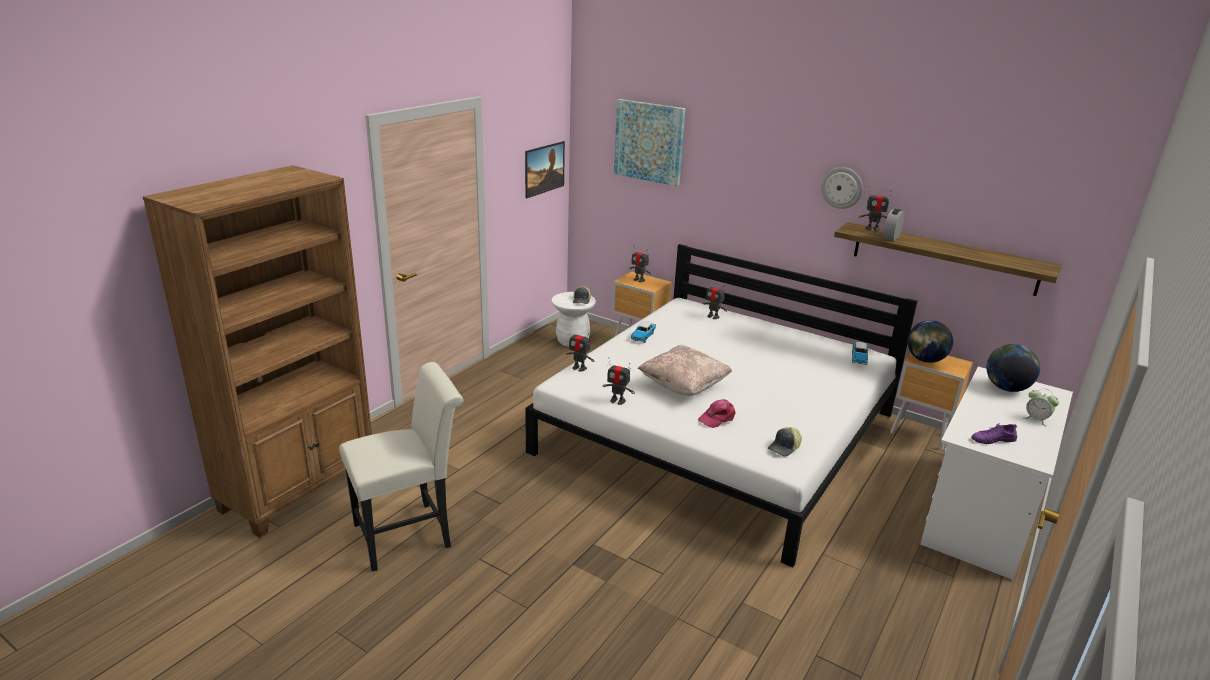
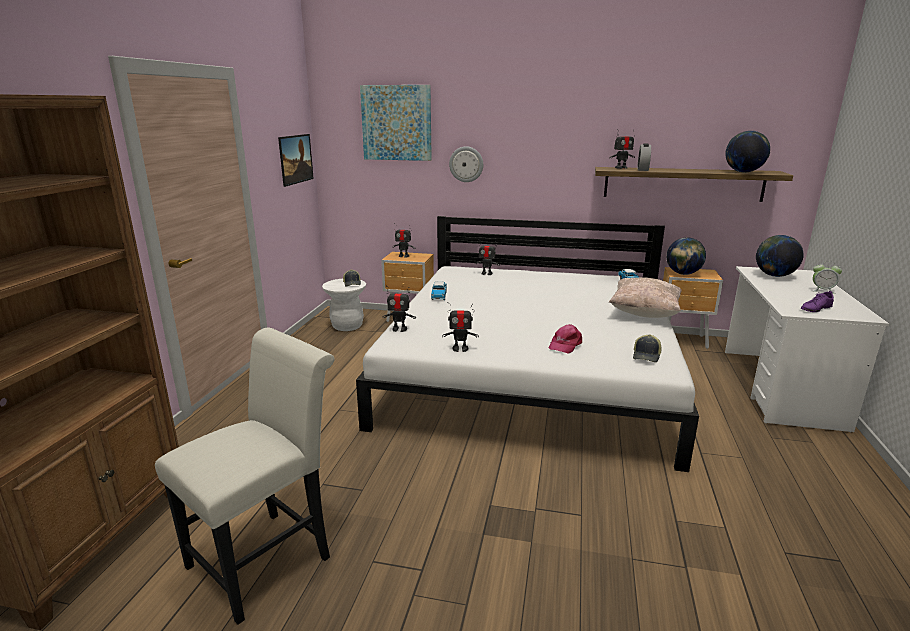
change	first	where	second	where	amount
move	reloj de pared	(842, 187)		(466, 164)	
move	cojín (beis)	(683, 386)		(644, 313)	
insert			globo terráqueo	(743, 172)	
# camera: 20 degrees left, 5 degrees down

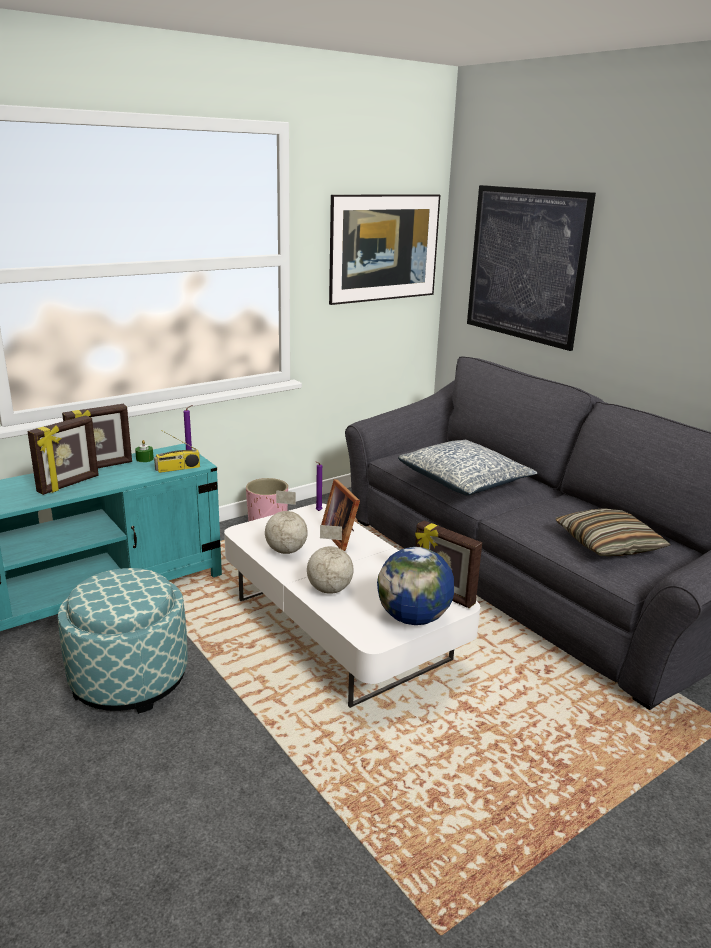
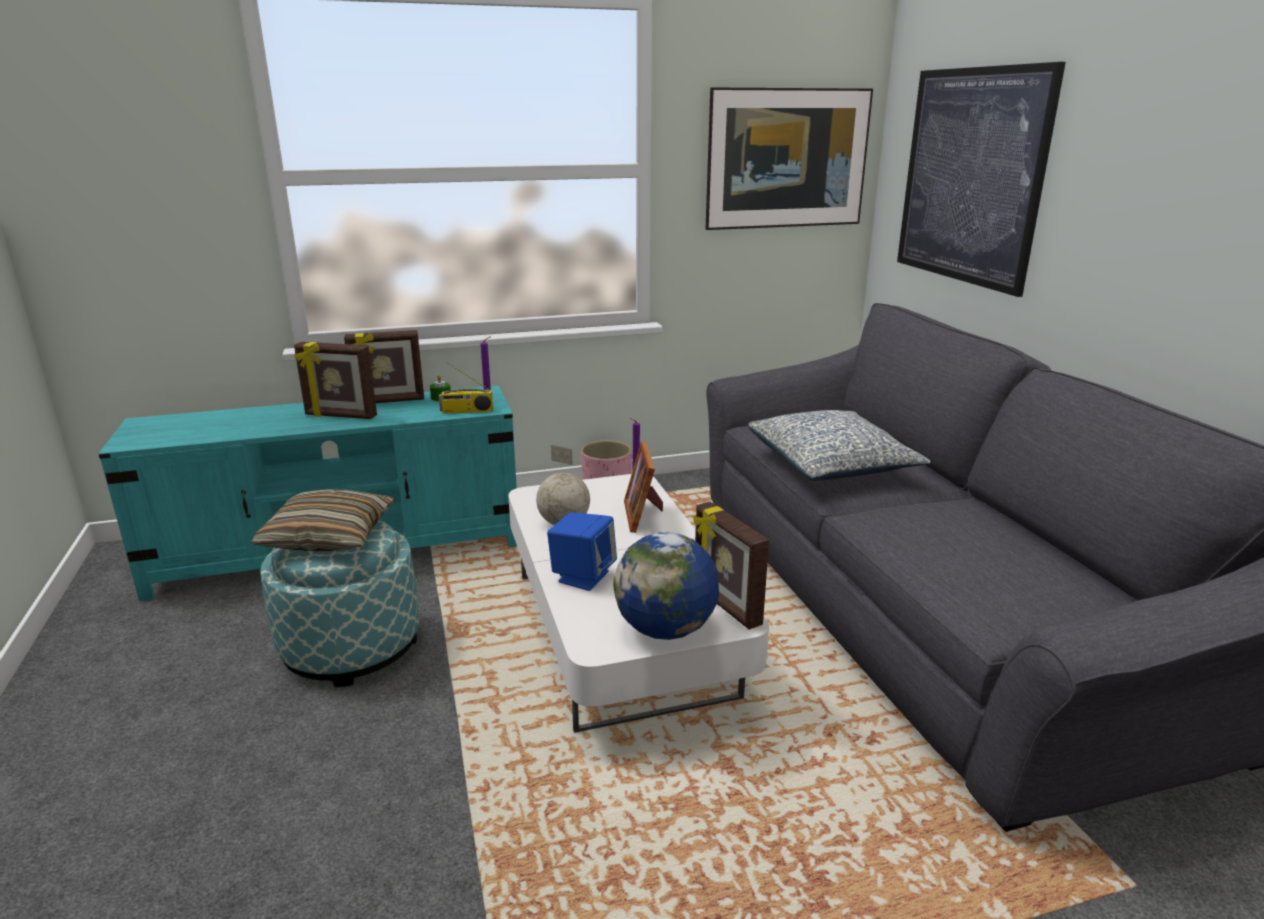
change	first	where	second	where	amount
rotate	portarretratos	(69, 484)		(340, 416)	45 degrees clockwise
move	cojín	(608, 544)		(329, 536)	
replace	globo terráqueo	(329, 589)	altavoz (azul)	(583, 576)	
# camera: 20 degrees right, 0 degrees up

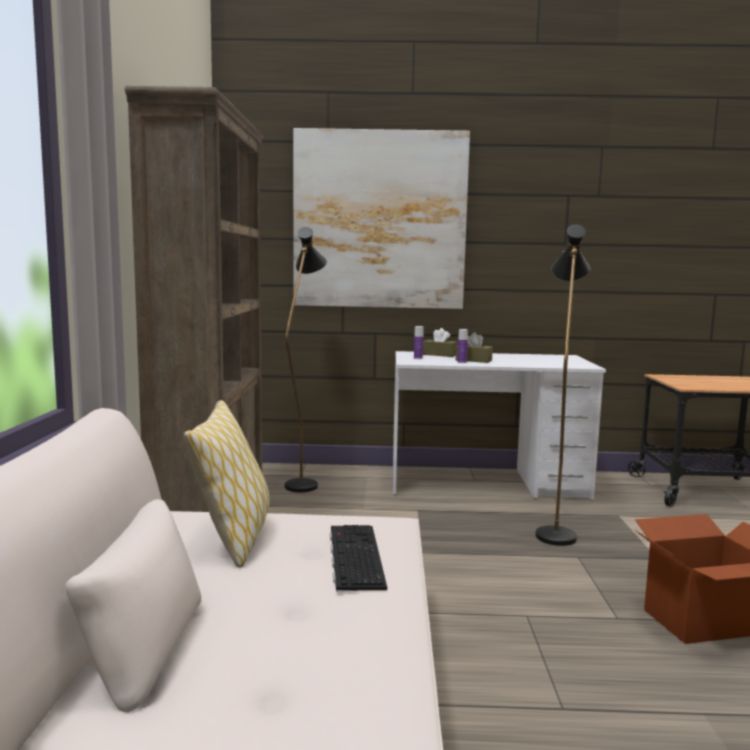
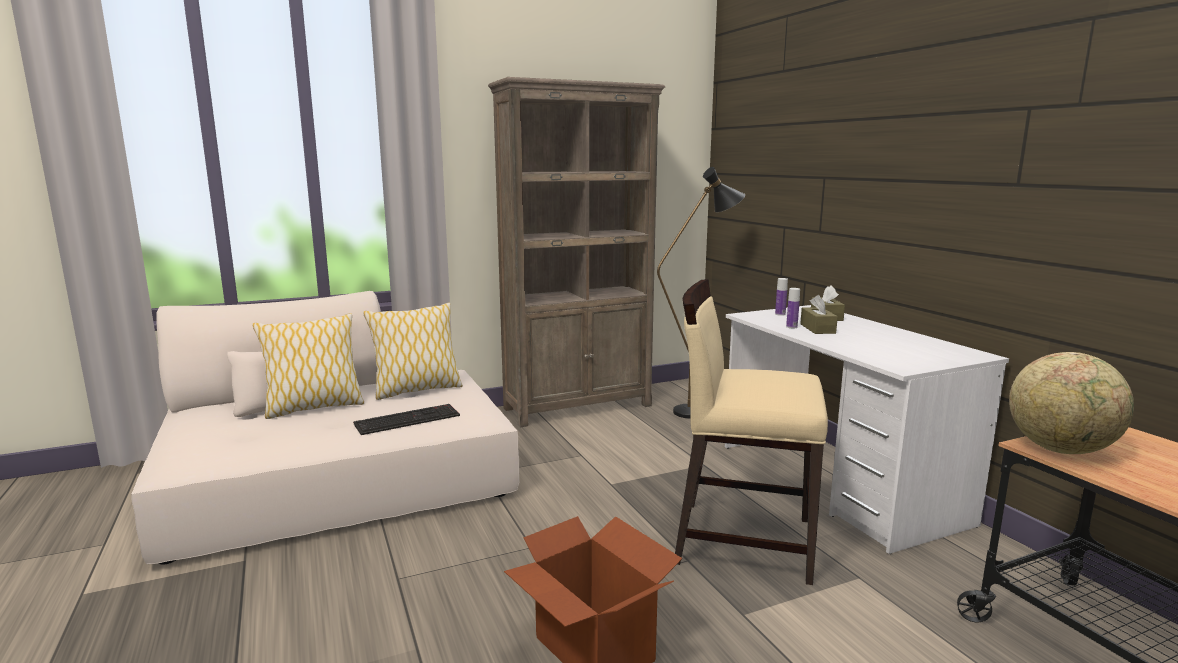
change	first	where	second	where	amount
delete	cuadro	(379, 220)			
replace	lámpara de pie (negro)	(554, 531)	silla (beis)	(742, 539)	
insert			cojín	(314, 408)	
insert			globo terráqueo	(1061, 449)	
# camera: 65 degrees right, 5 degrees up

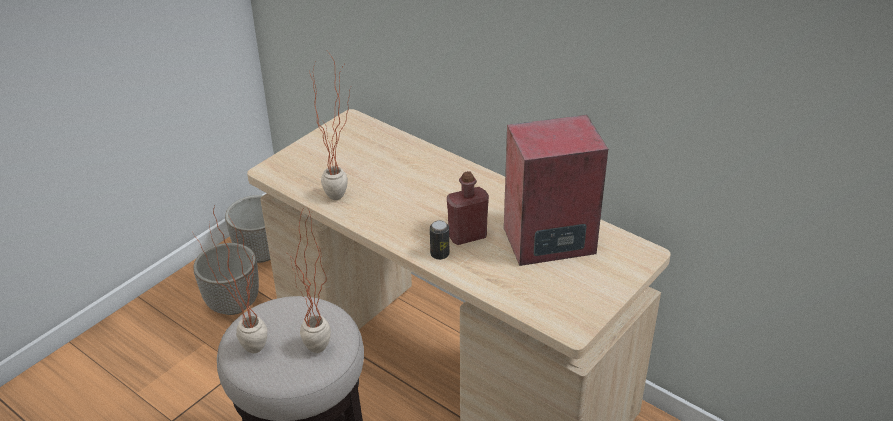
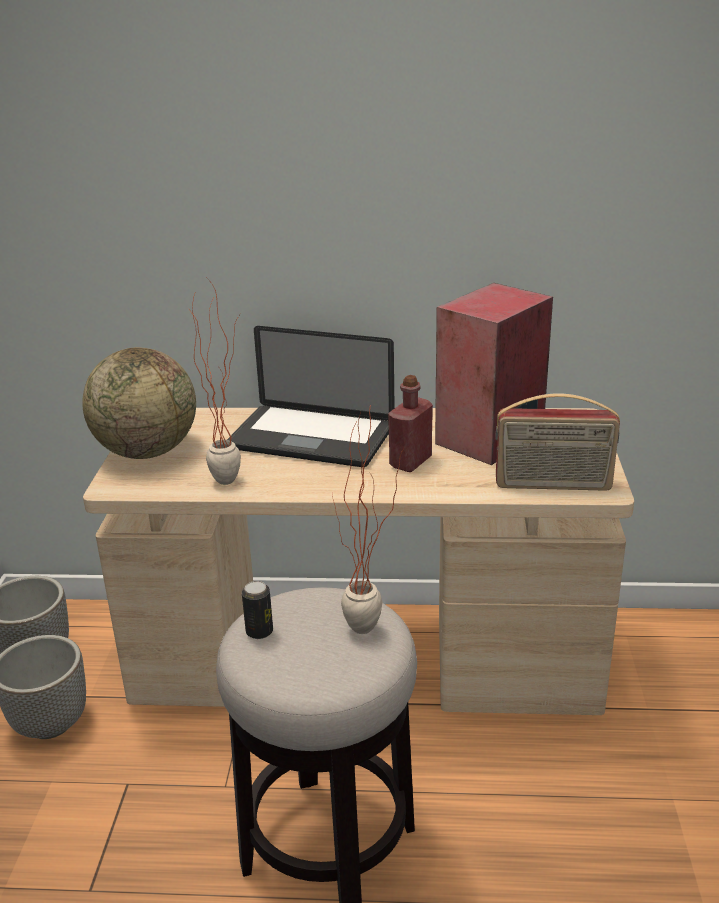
change	first	where	second	where	amount
delete	planta en maceta	(245, 348)			
move	lata	(439, 254)		(259, 631)	
insert			portátil	(311, 438)	
insert			globo terráqueo	(147, 451)	
insert			radio	(553, 485)	
# camera: 35 degrees left, 10 degrees down

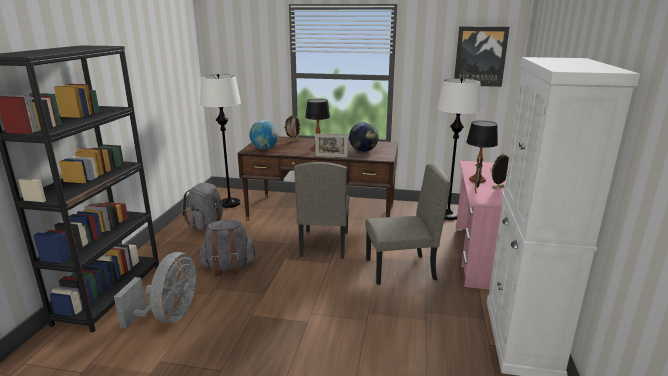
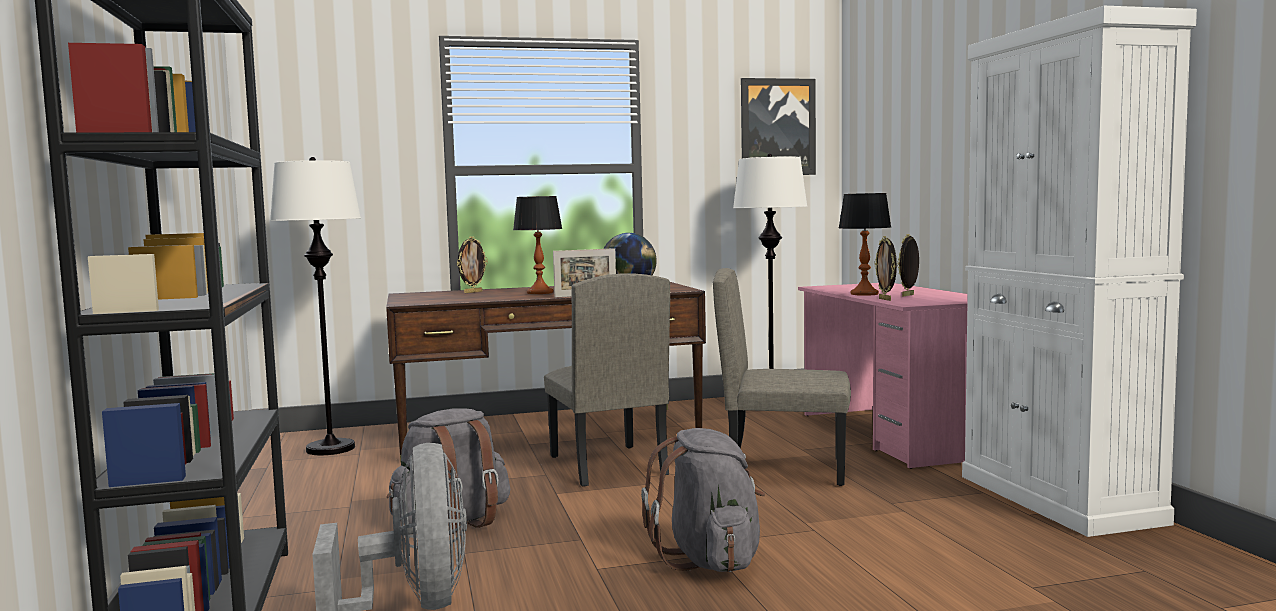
change	first	where	second	where	amount
delete	globo terráqueo	(264, 148)			
rotate	silla (beis)	(400, 270)		(784, 469)	135 degrees counterclockwise
move	mochila (gris)	(206, 225)		(710, 560)	
# camera: 25 degrees left, 15 degrees down

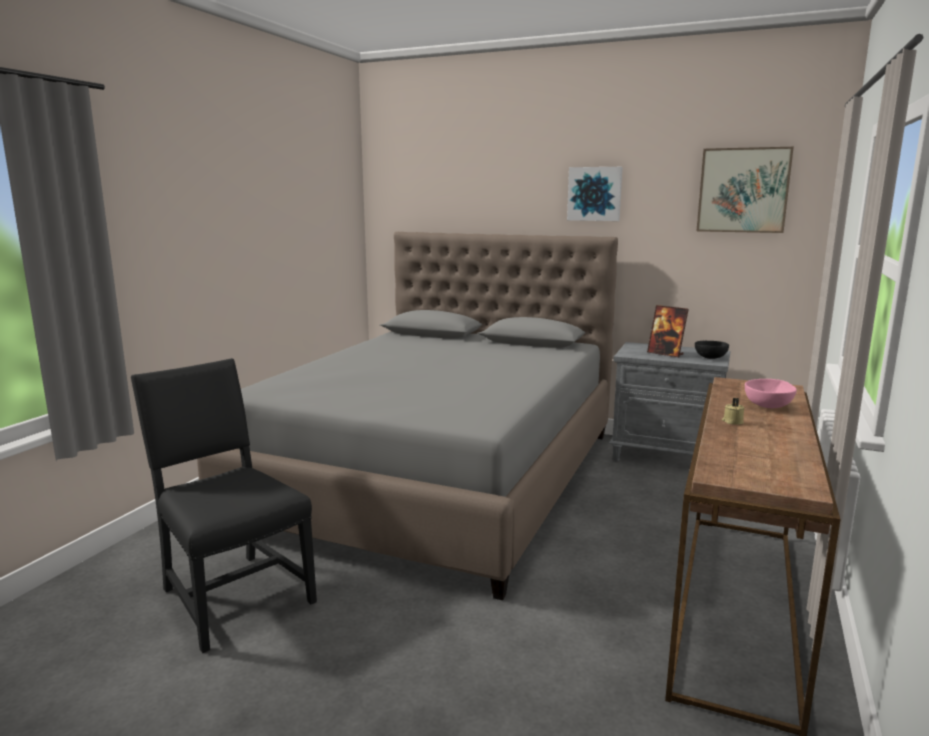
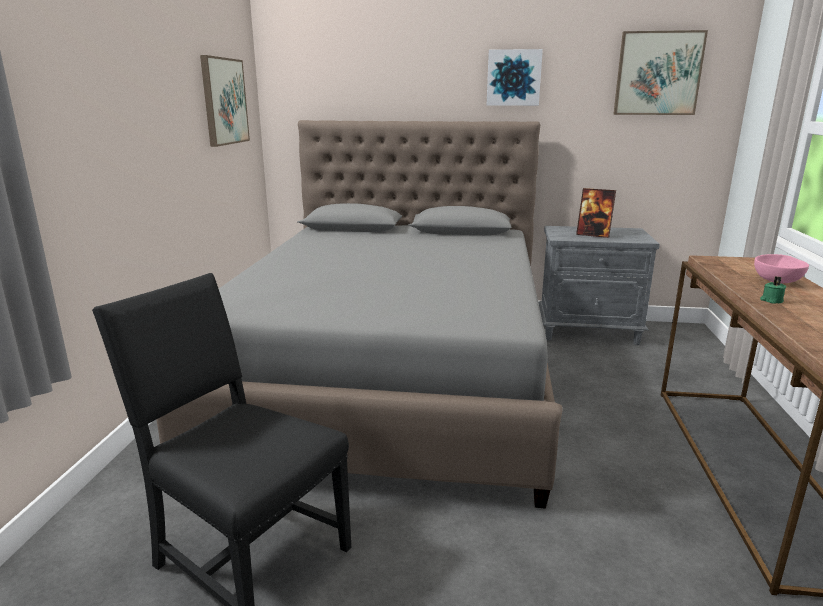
change	first	where	second	where	amount
delete	cuenco (negro)	(709, 358)			
recolor	vela (beis)	(732, 422)	vela (verde)	(771, 300)	
insert			cuadro	(224, 101)	
# camera: 15 degrees left, 5 degrees up

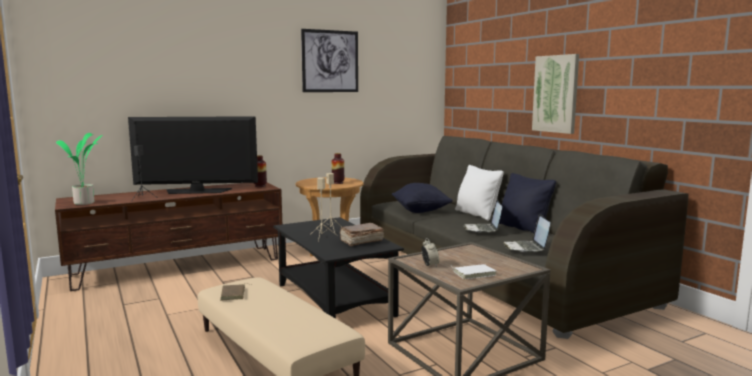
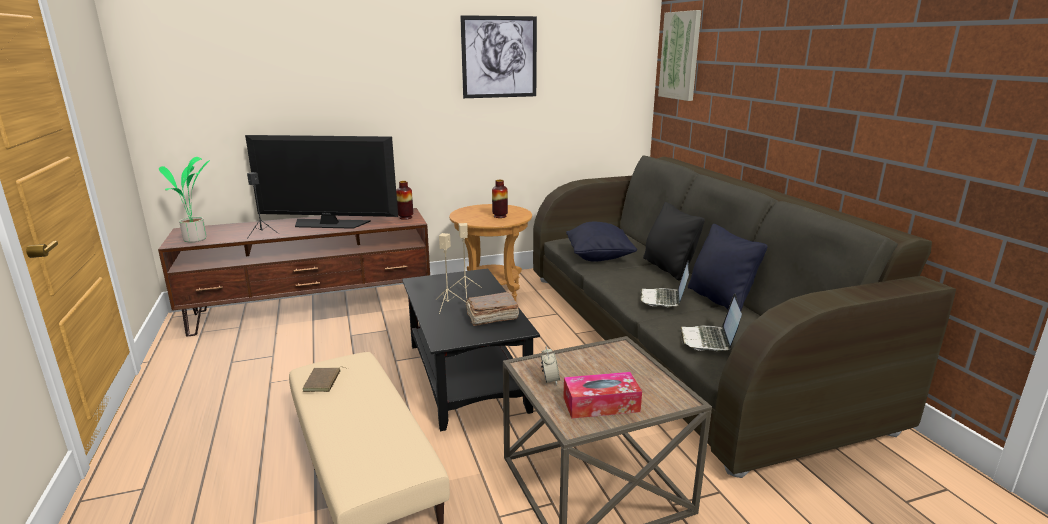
change	first	where	second	where	amount
move	cuadro	(556, 94)		(680, 56)	
recolor	cojín (blanco)	(477, 214)	cojín (negro)	(668, 268)	
replace	libro (blanco)	(473, 273)	caja de pañuelos	(601, 404)	
# camera: 10 degrees right, 10 degrees up

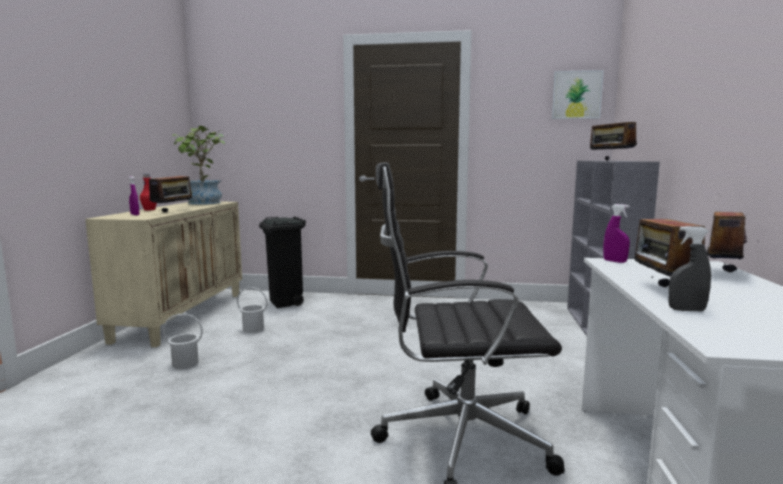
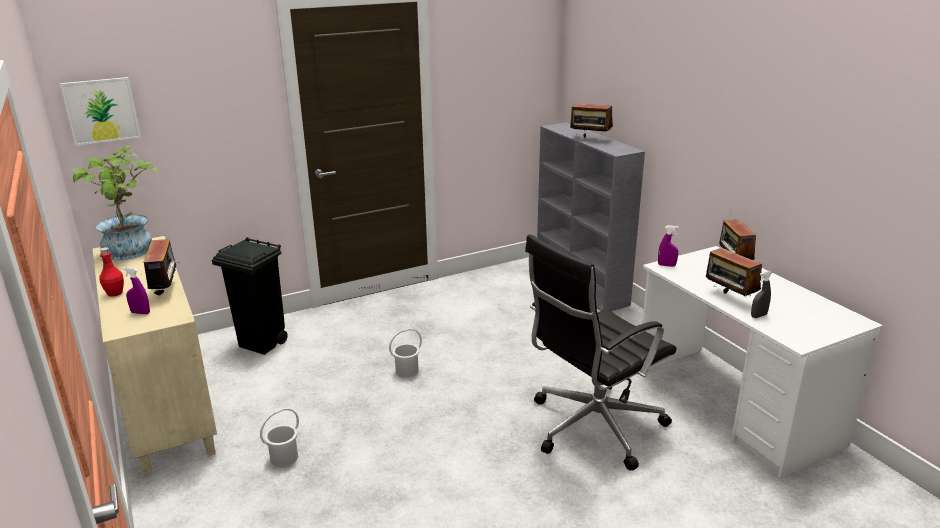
change	first	where	second	where	amount
move	cuadro	(576, 95)		(101, 110)	
move	cubo (blanco)	(253, 329)		(407, 371)	
# camera: 35 degrees left, 15 degrees up

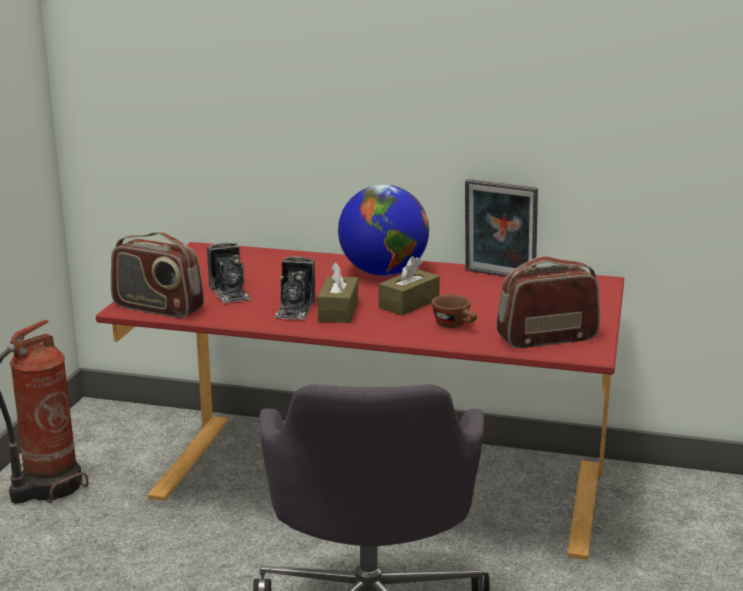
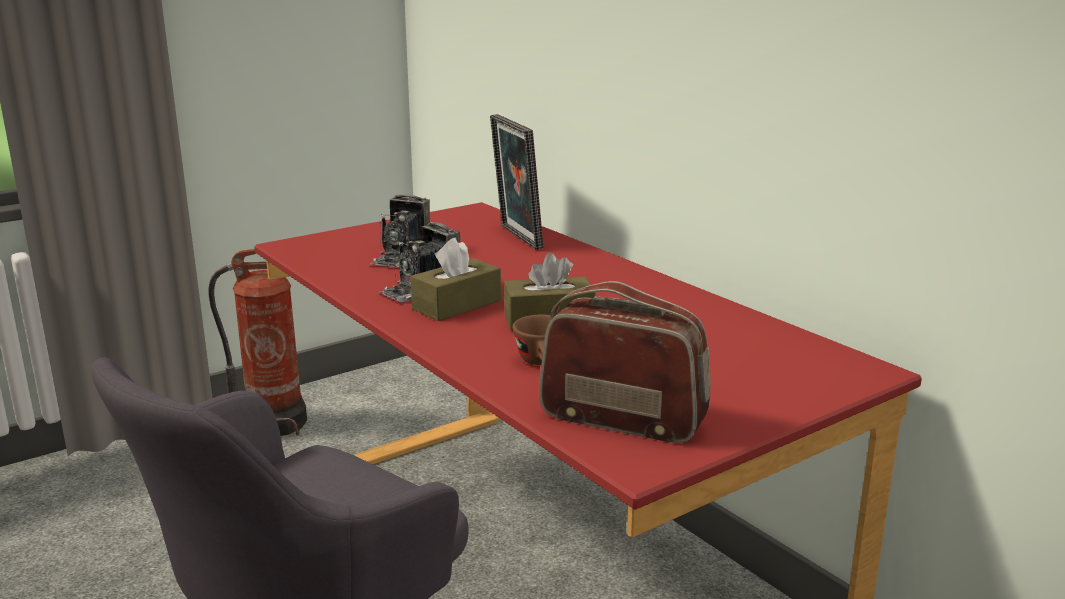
change	first	where	second	where	amount
move	portarretratos	(498, 276)		(516, 237)	
delete	globo terráqueo	(383, 273)			
delete	radio	(157, 308)			
# camera: 40 degrees right, 0 degrees up

